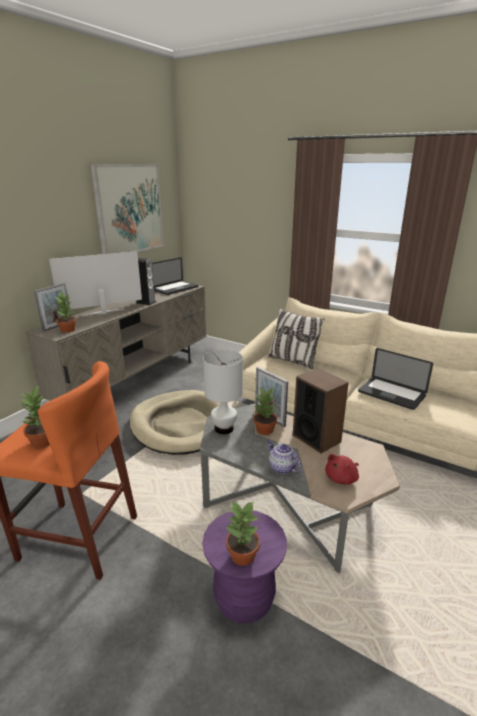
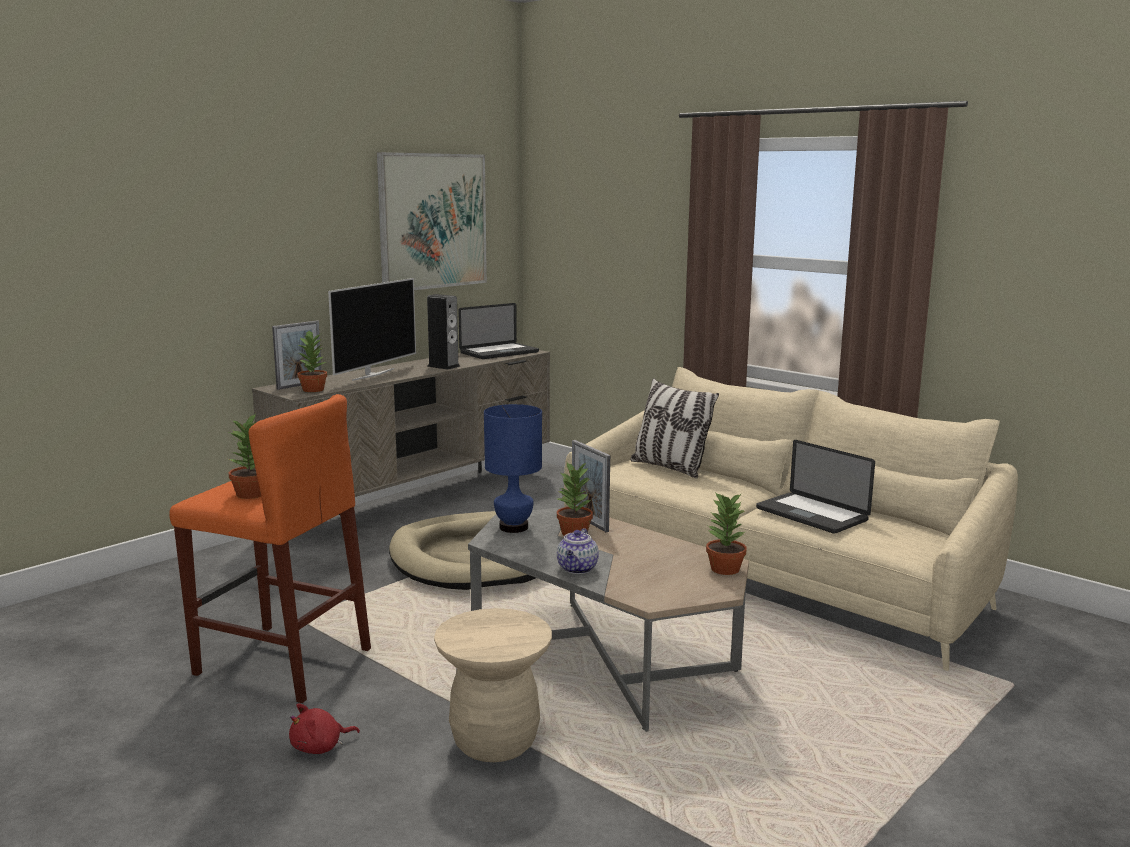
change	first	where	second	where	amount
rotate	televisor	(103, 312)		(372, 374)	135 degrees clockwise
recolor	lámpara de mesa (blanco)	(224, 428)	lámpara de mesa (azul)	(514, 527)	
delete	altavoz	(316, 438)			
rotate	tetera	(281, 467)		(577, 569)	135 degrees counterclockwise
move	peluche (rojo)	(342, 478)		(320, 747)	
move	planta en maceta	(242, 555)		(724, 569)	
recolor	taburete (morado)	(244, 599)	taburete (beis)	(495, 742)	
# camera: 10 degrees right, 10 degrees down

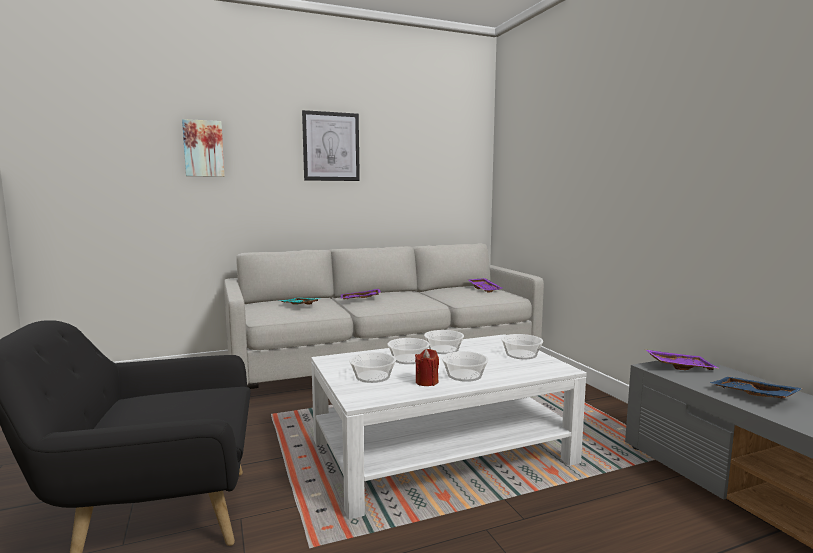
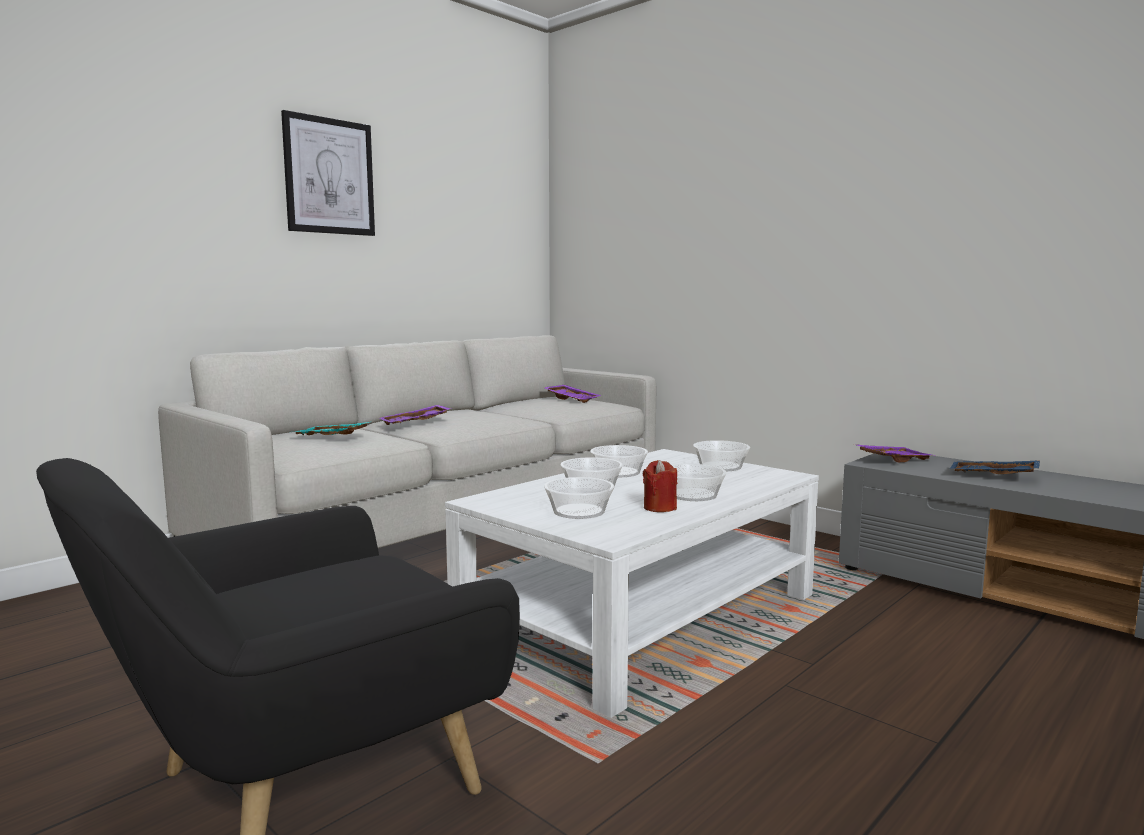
change	first	where	second	where	amount
delete	cuadro	(203, 148)			
# camera: 25 degrees left, 0 degrees up

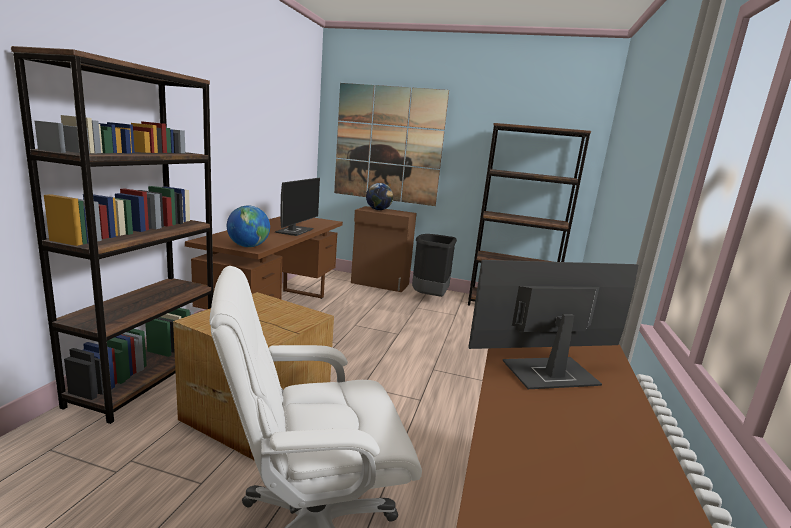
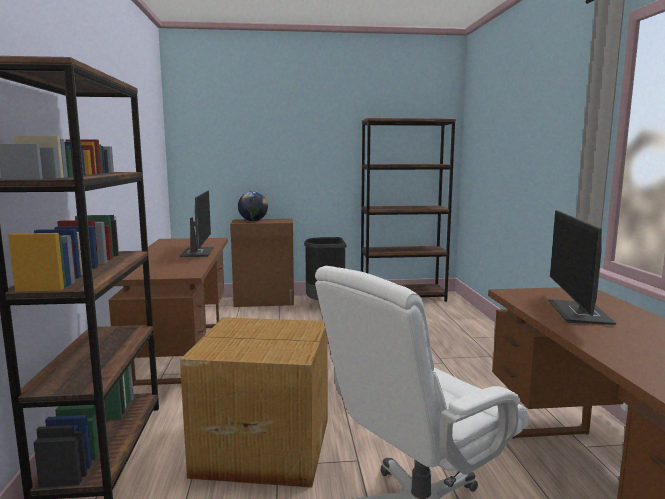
change	first	where	second	where	amount
delete	cuadro	(388, 144)			
delete	globo terráqueo	(248, 246)			
rotate	monitor	(548, 374)		(580, 313)	45 degrees counterclockwise
# camera: 20 degrees left, 5 degrees down

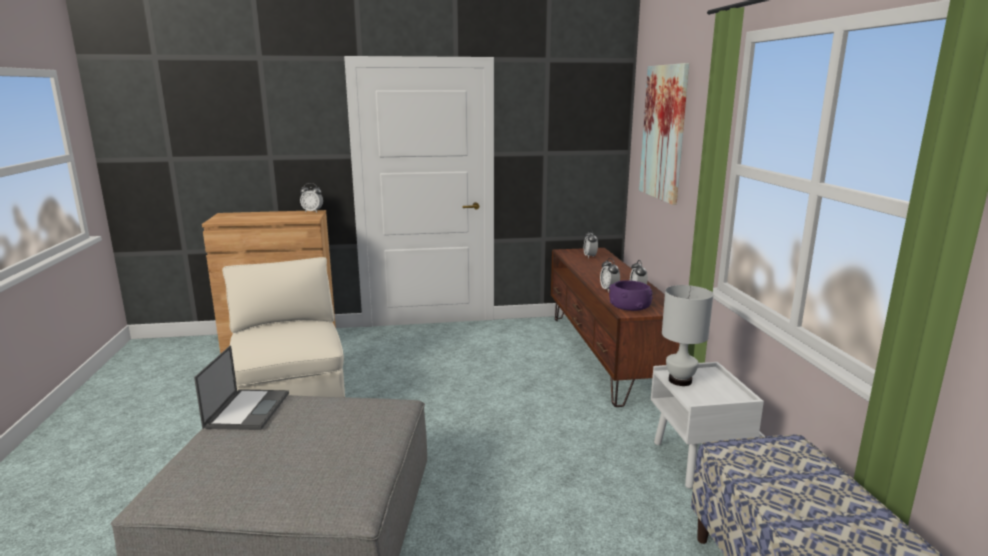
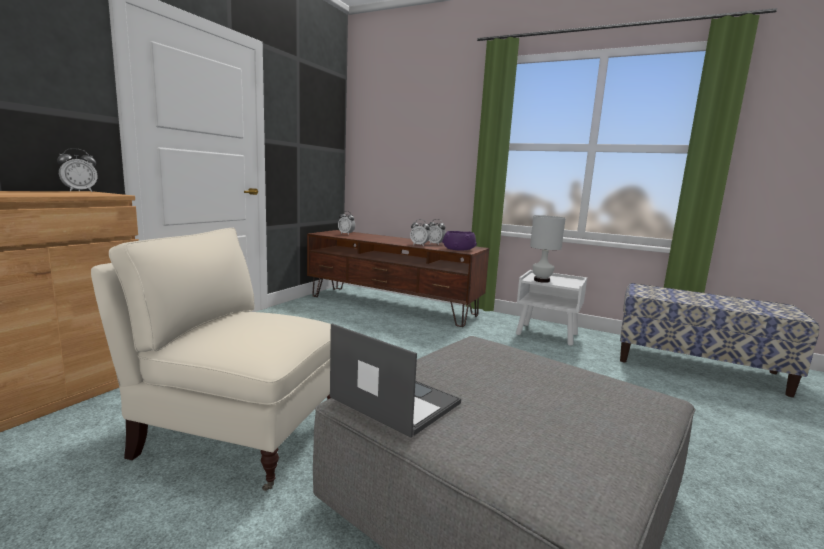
change	first	where	second	where	amount
delete	cuadro	(664, 133)			
# camera: 55 degrees left, 5 degrees down

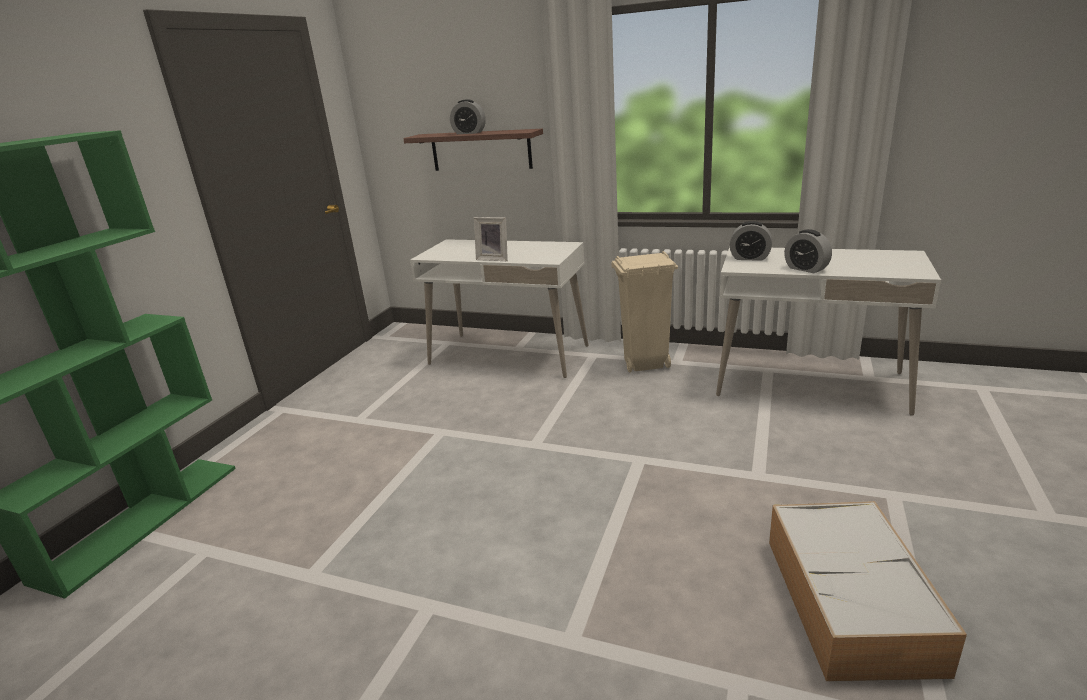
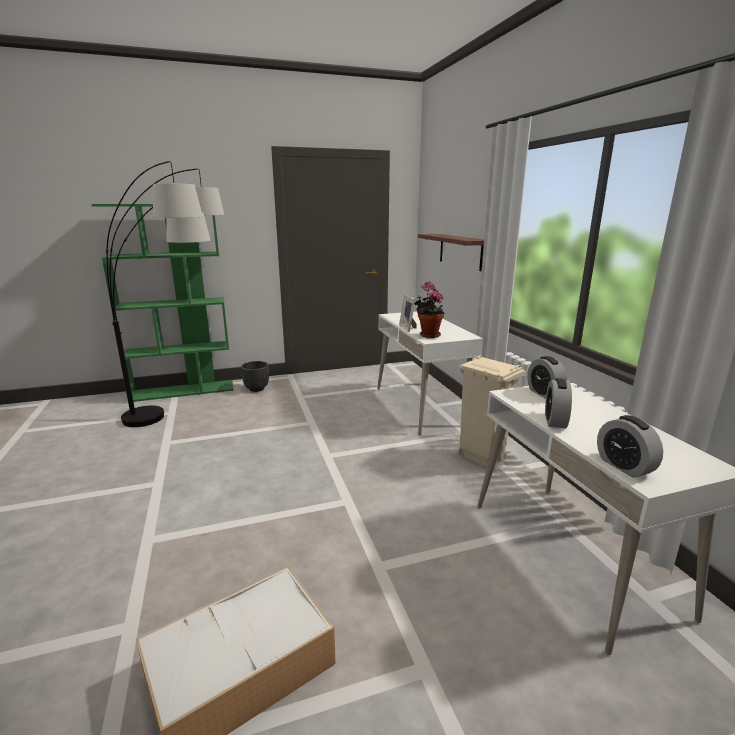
change	first	where	second	where	amount
move	despertador	(469, 133)		(624, 466)	
insert			lámpara de pie	(192, 417)	
insert			planta en maceta	(428, 335)	
insert			maceta (negro)	(257, 389)	
# camera: 50 degrees right, 5 degrees down

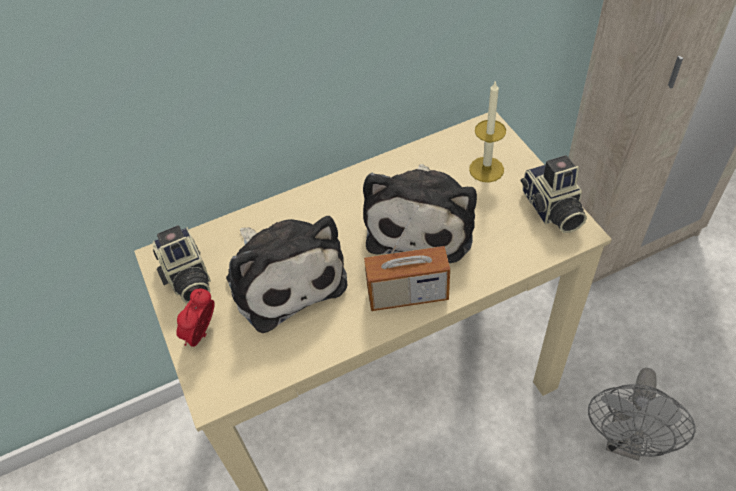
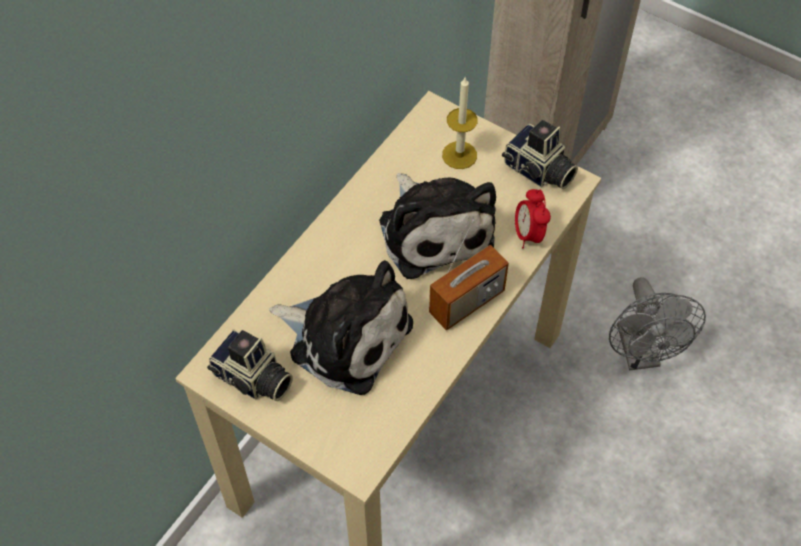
change	first	where	second	where	amount
move	despertador	(203, 334)		(528, 234)	
# camera: 35 degrees left, 5 degrees up

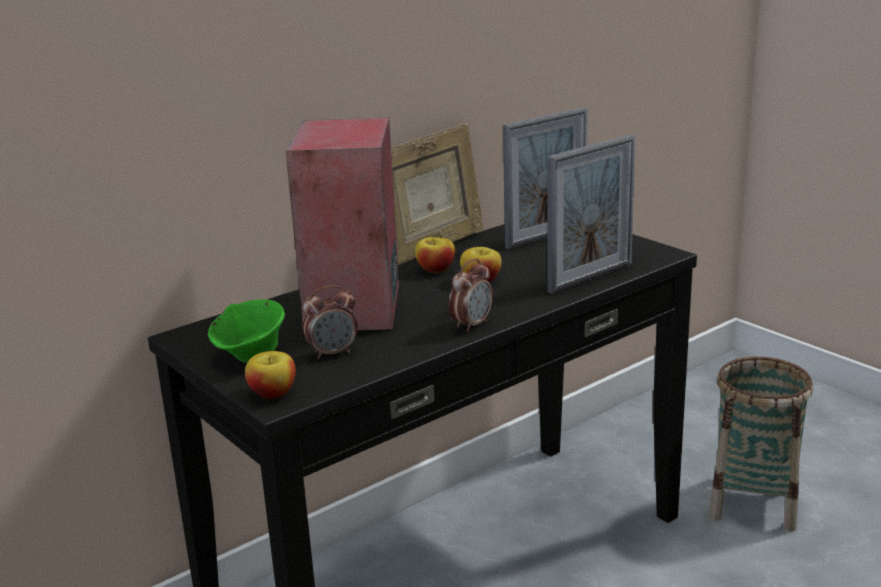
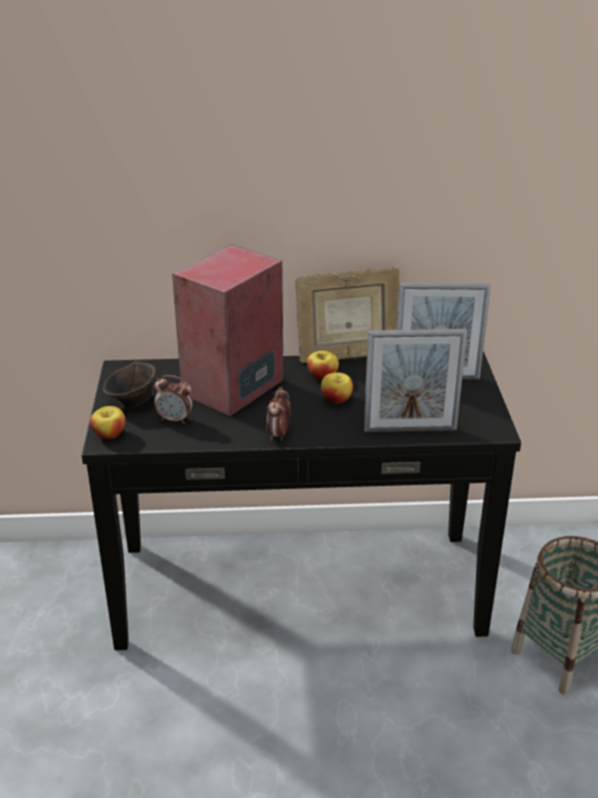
change	first	where	second	where	amount
rotate	despertador	(471, 325)		(278, 435)	120 degrees clockwise
recolor	cuenco (verde)	(251, 356)	cuenco (marrón)	(132, 401)	
# camera: 35 degrees right, 10 degrees up

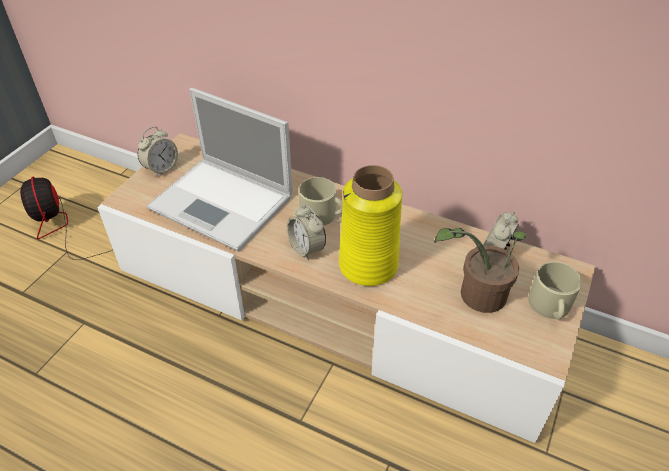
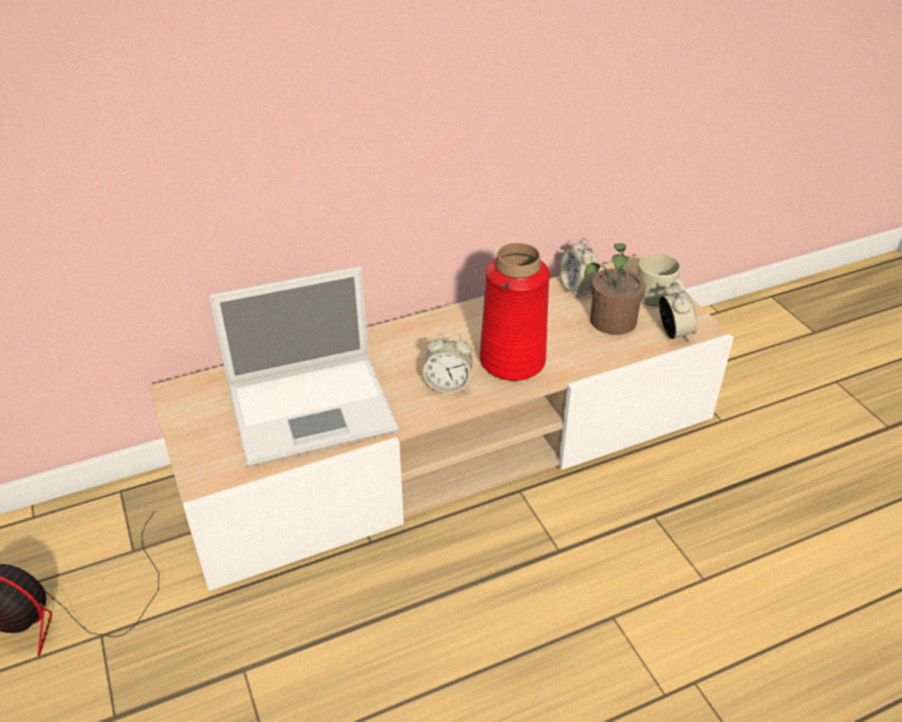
change	first	where	second	where	amount
move	despertador	(161, 168)		(674, 333)	
recolor	florero (amarillo)	(368, 265)	florero (rojo)	(513, 361)	
delete	taza grande (beis)	(322, 215)			
# camera: 50 degrees left, 5 degrees down

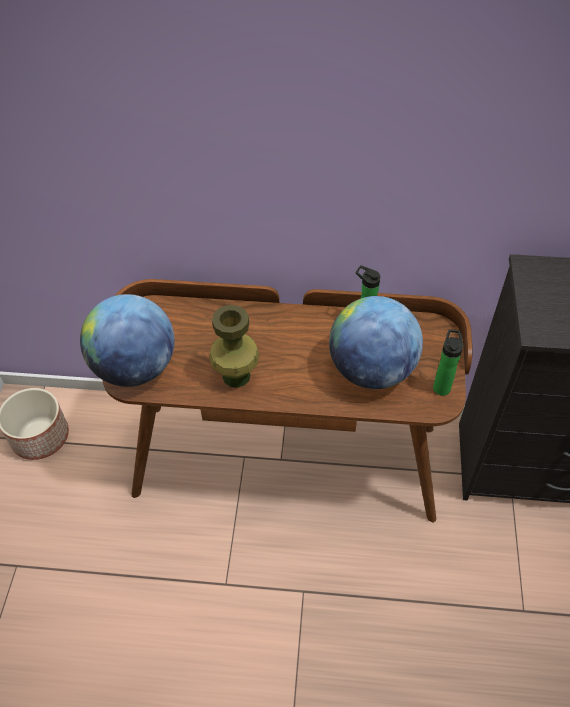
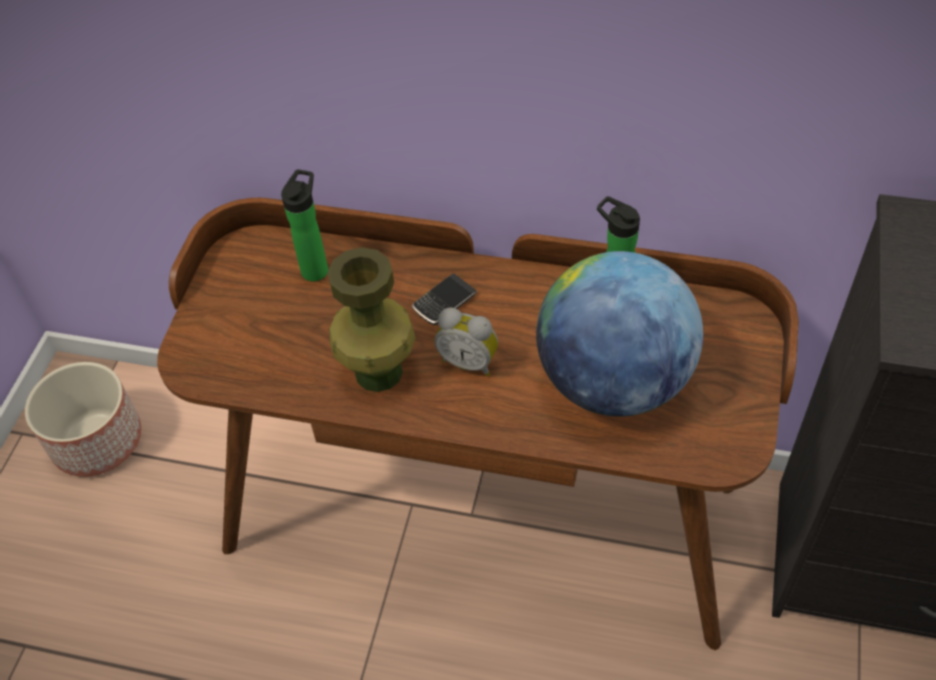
change	first	where	second	where	amount
delete	globo terráqueo	(135, 368)			
move	botella	(441, 386)		(316, 268)	
insert			móvil	(444, 302)	
insert			despertador	(469, 361)	
# camera: 10 degrees right, 0 degrees up

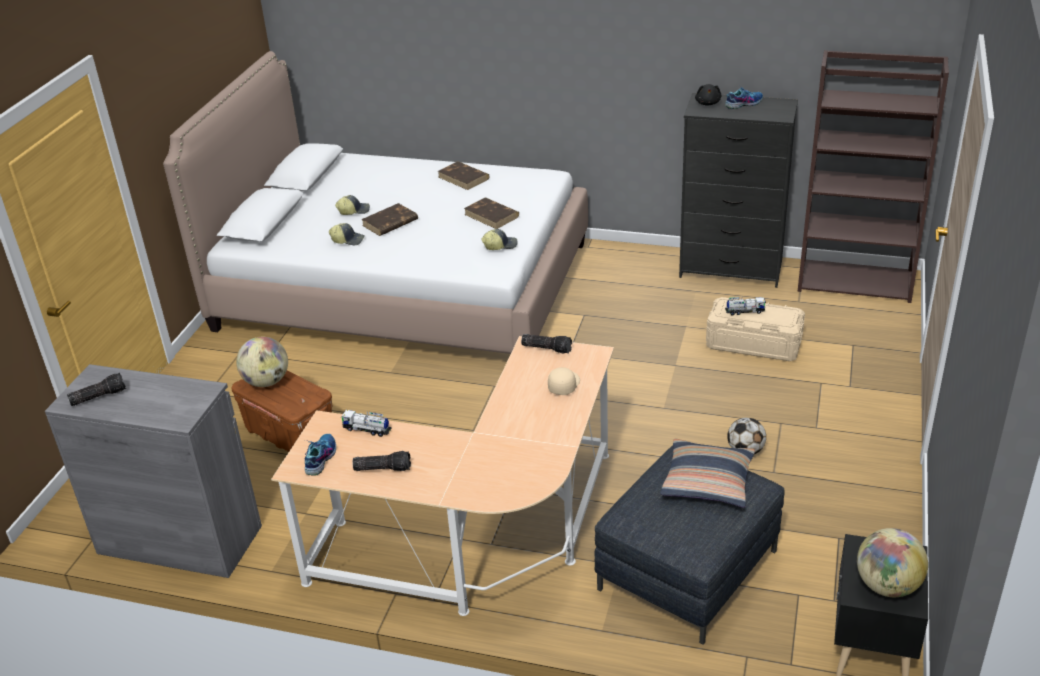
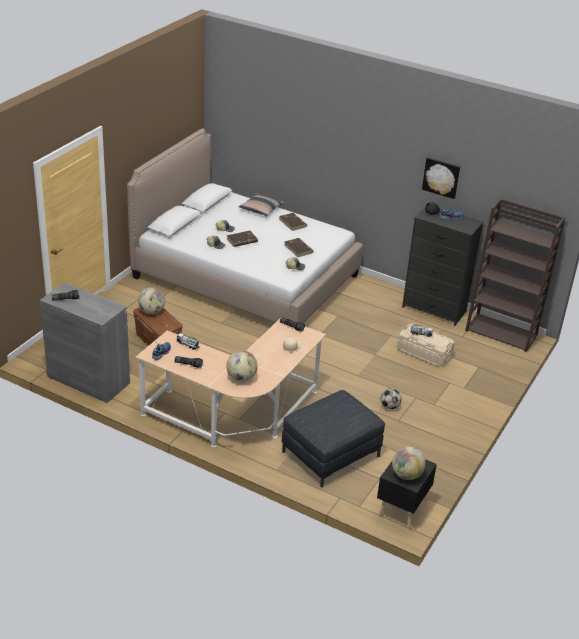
change	first	where	second	where	amount
move	cojín	(707, 481)		(261, 209)	
insert			cuadro	(441, 177)	
insert			globo terráqueo	(241, 378)	
# camera: 10 degrees right, 0 degrees up

